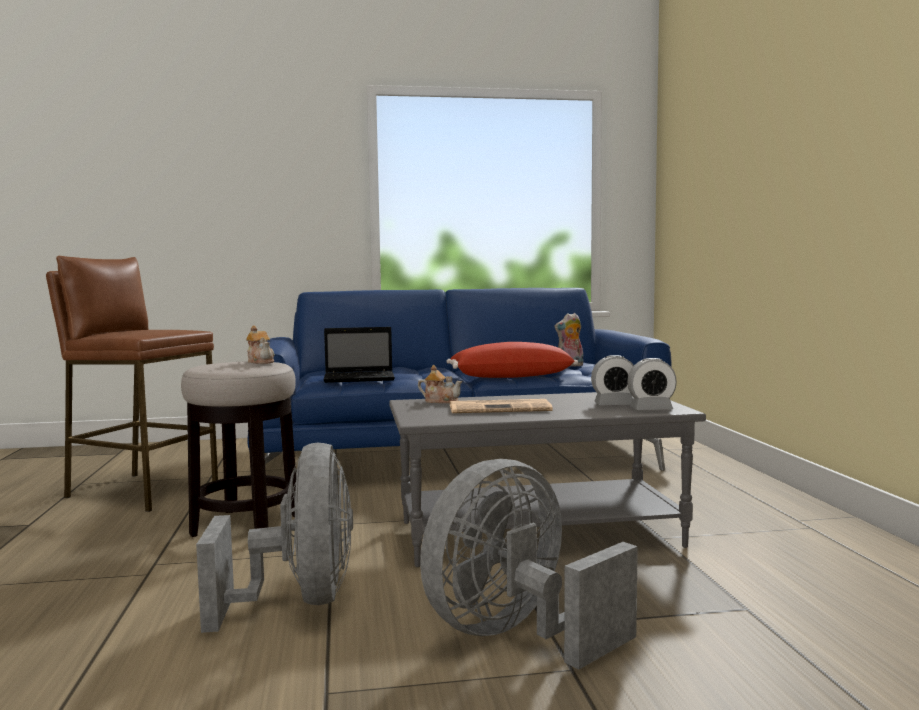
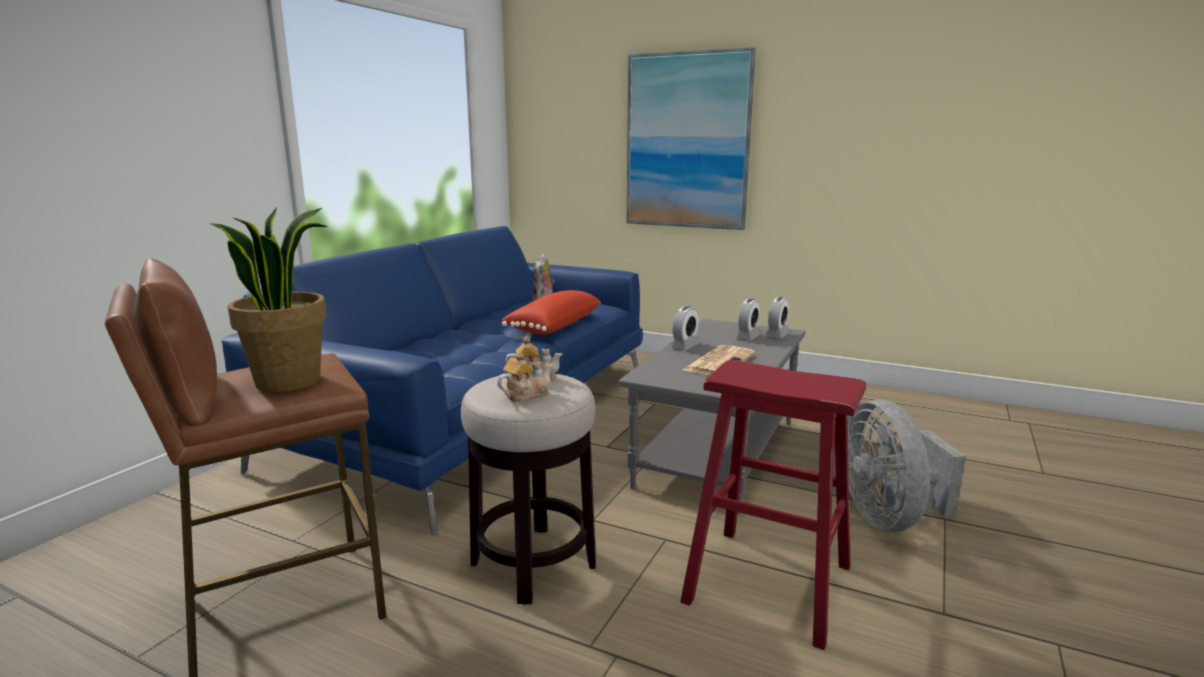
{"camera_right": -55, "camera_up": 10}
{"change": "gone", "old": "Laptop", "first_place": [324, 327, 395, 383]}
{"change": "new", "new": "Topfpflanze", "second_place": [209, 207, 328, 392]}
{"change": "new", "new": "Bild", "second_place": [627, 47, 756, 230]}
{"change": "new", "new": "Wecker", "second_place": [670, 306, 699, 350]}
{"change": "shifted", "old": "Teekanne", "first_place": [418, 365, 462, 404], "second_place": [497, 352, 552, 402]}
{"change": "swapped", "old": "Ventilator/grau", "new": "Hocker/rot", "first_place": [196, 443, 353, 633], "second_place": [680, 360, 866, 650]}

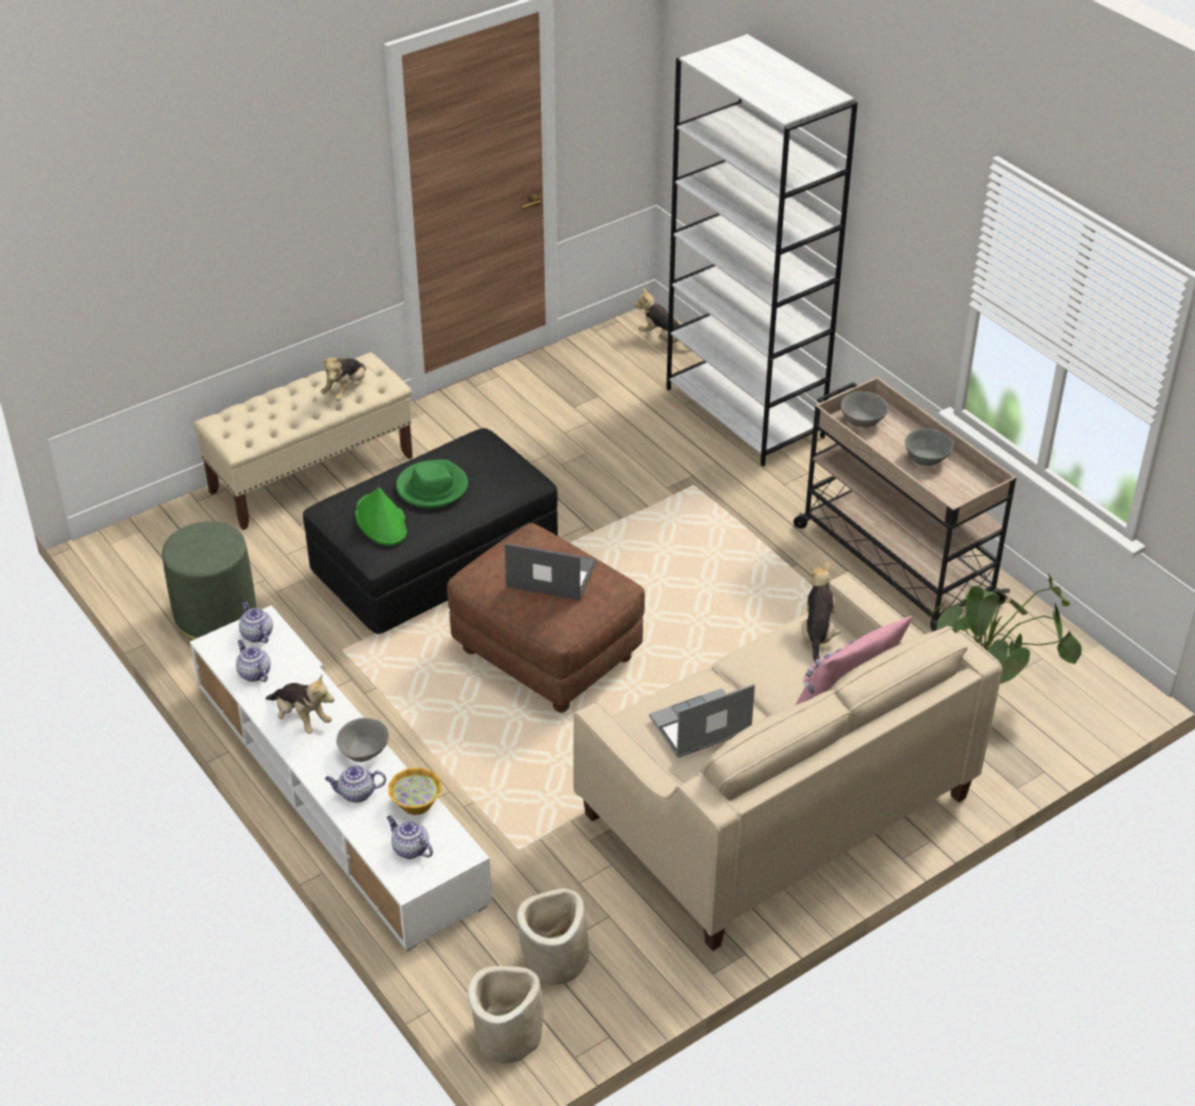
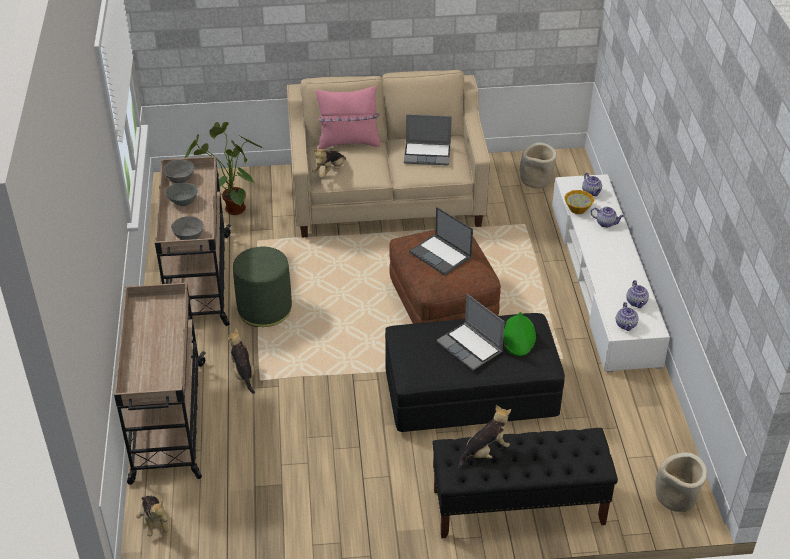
{"camera_right": -150, "camera_up": 0}
{"change": "shifted", "old": "Polsterhocker/grün", "first_place": [162, 521, 256, 640], "second_place": [233, 247, 292, 327]}
{"change": "shifted", "old": "Plüschtier", "first_place": [265, 675, 335, 734], "second_place": [228, 328, 258, 394]}
{"change": "shifted", "old": "Schüssel/grau", "first_place": [336, 718, 389, 762], "second_place": [163, 159, 195, 183]}
{"change": "shifted", "old": "Pflanzkübel/beige", "first_place": [468, 966, 544, 1063], "second_place": [655, 453, 707, 512]}
{"change": "swapped", "old": "Hut/grün", "new": "Laptop", "first_place": [396, 459, 468, 508], "second_place": [436, 294, 505, 370]}
{"change": "swapped", "old": "Bücherregal/weiß", "new": "Rollwagen/beige", "first_place": [666, 34, 858, 467], "second_place": [114, 283, 206, 485]}
{"change": "repainted", "old": "Bank/beige", "new": "Bank/schwarz", "first_place": [193, 352, 413, 530], "second_place": [432, 428, 618, 538]}

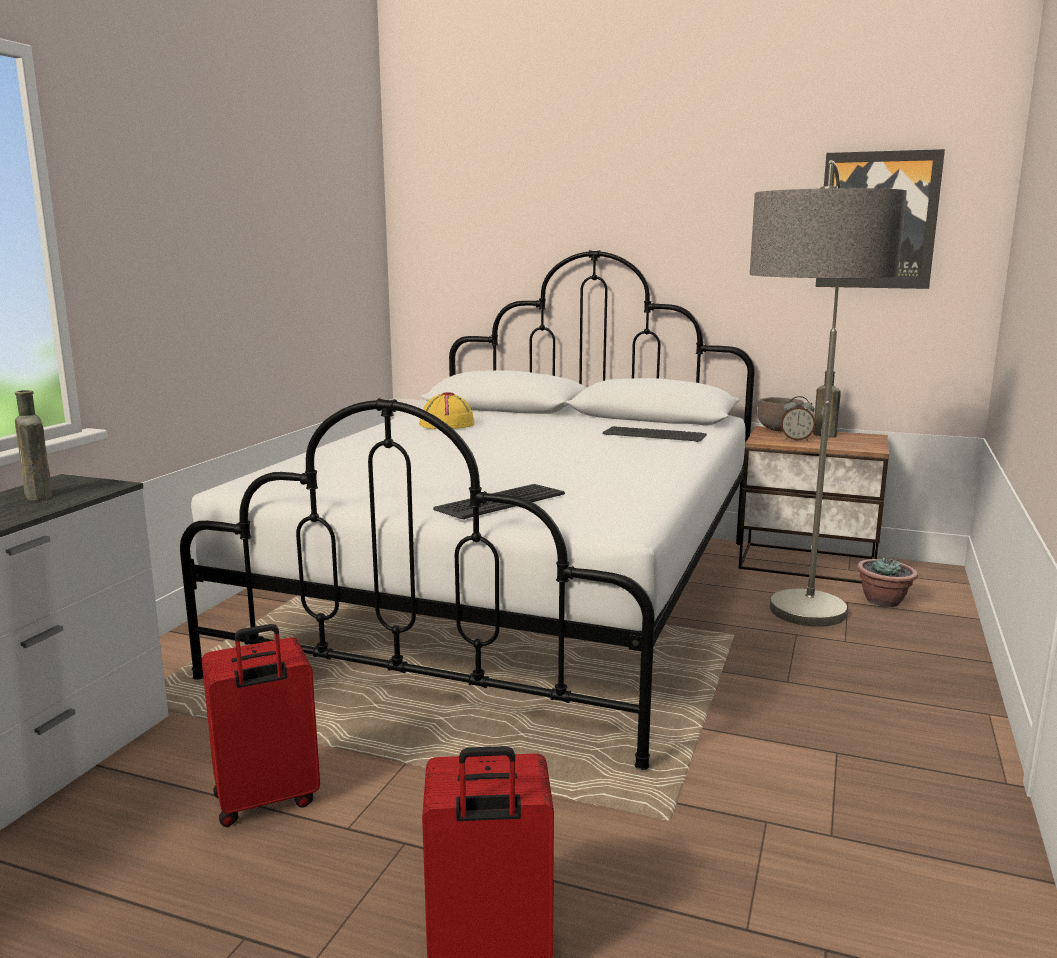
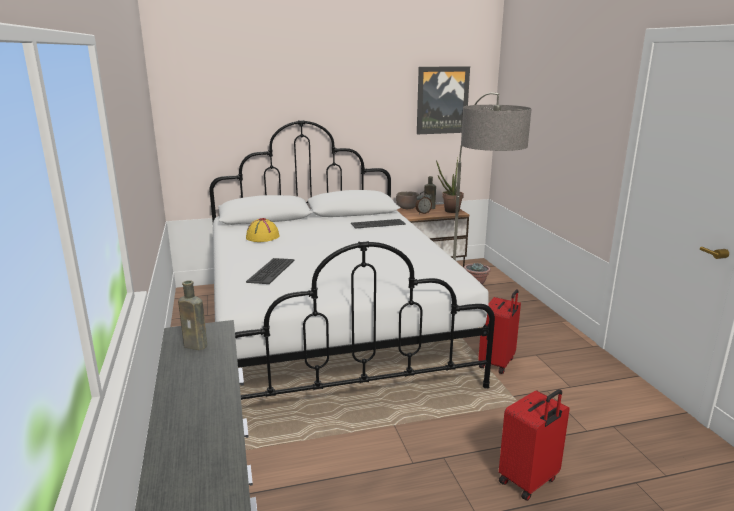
{"camera_right": -35, "camera_up": 5}
{"change": "new", "new": "Topfpflanze", "second_place": [436, 157, 464, 213]}
{"change": "shifted", "old": "Koffer/rot", "first_place": [202, 624, 320, 827], "second_place": [478, 289, 521, 374]}
{"change": "shifted", "old": "Tastatur", "first_place": [433, 484, 565, 520], "second_place": [246, 258, 295, 284]}

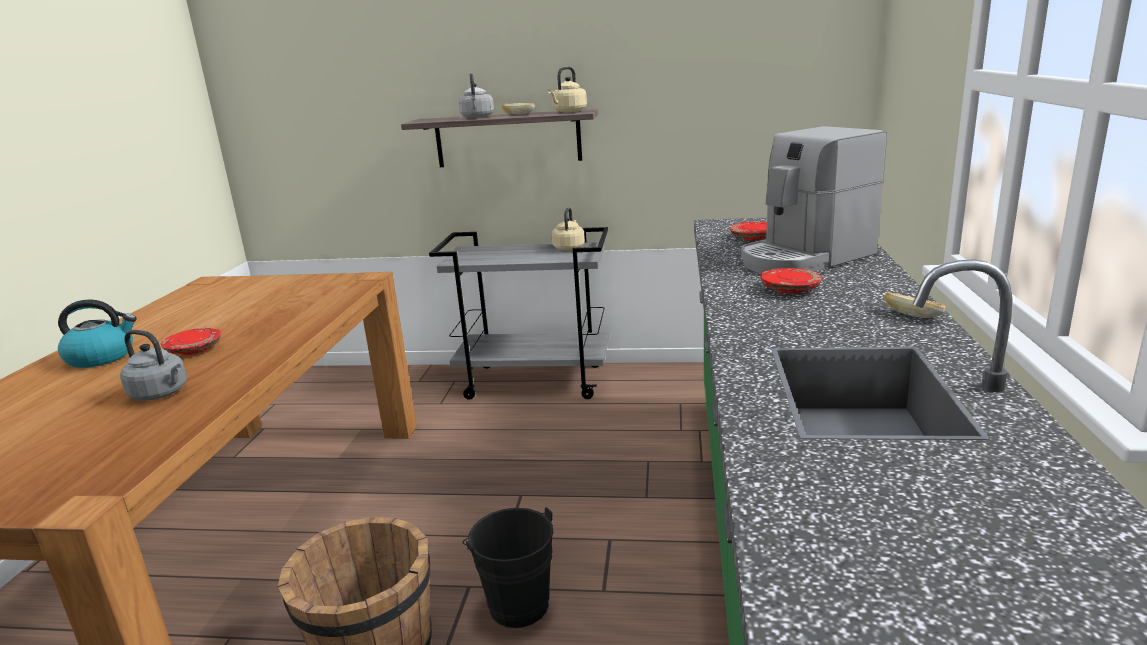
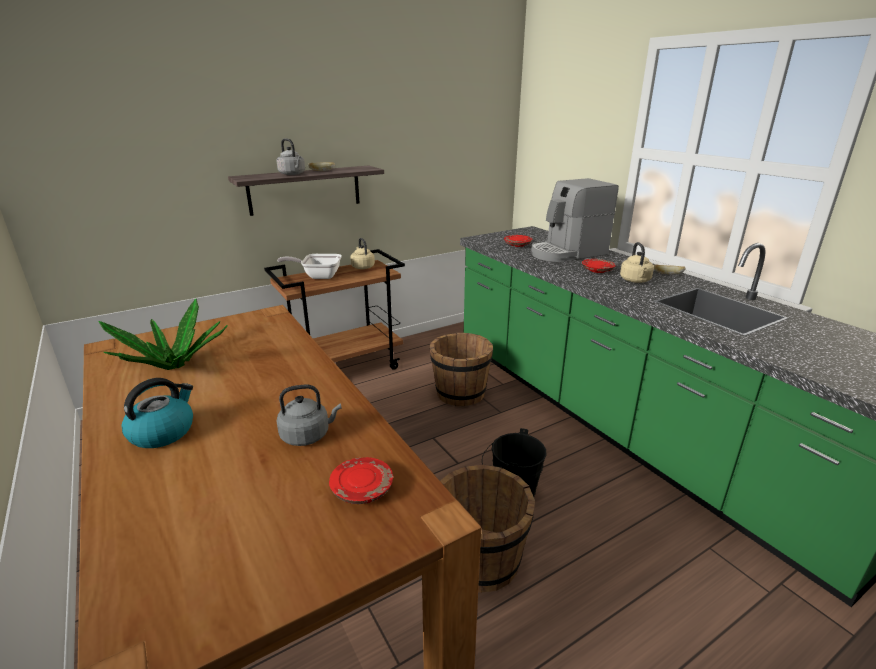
{"camera_right": -40, "camera_up": 5}
{"change": "new", "new": "Topfpflanze", "second_place": [98, 299, 227, 370]}
{"change": "new", "new": "Pfanne", "second_place": [277, 254, 342, 279]}
{"change": "new", "new": "Eimer/braun", "second_place": [429, 333, 493, 406]}
{"change": "shifted", "old": "Teller/rot", "first_place": [161, 328, 221, 355], "second_place": [329, 457, 393, 504]}
{"change": "shifted", "old": "Wasserkessel/beige", "first_place": [548, 66, 587, 113], "second_place": [620, 242, 654, 283]}
{"change": "repainted", "old": "Rollwagen/grau", "new": "Rollwagen/braun", "first_place": [429, 227, 609, 400], "second_place": [264, 249, 405, 370]}
{"change": "rotated", "old": "Kaffeemaschine", "first_place": [741, 126, 887, 273], "second_place": [531, 178, 619, 262], "degrees": 45}

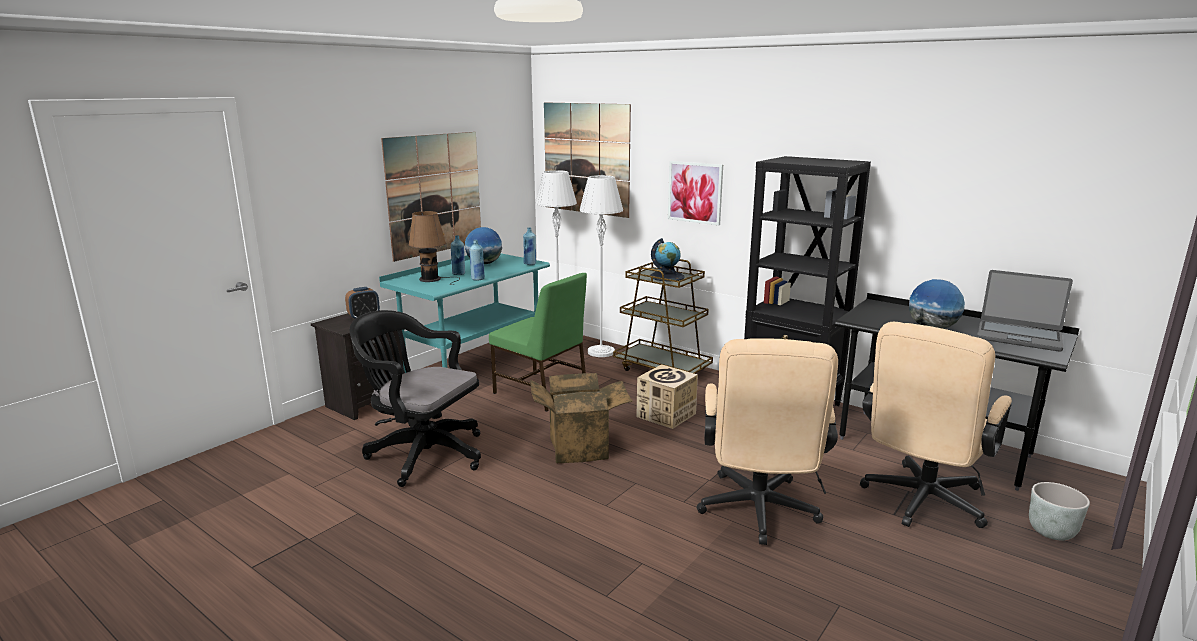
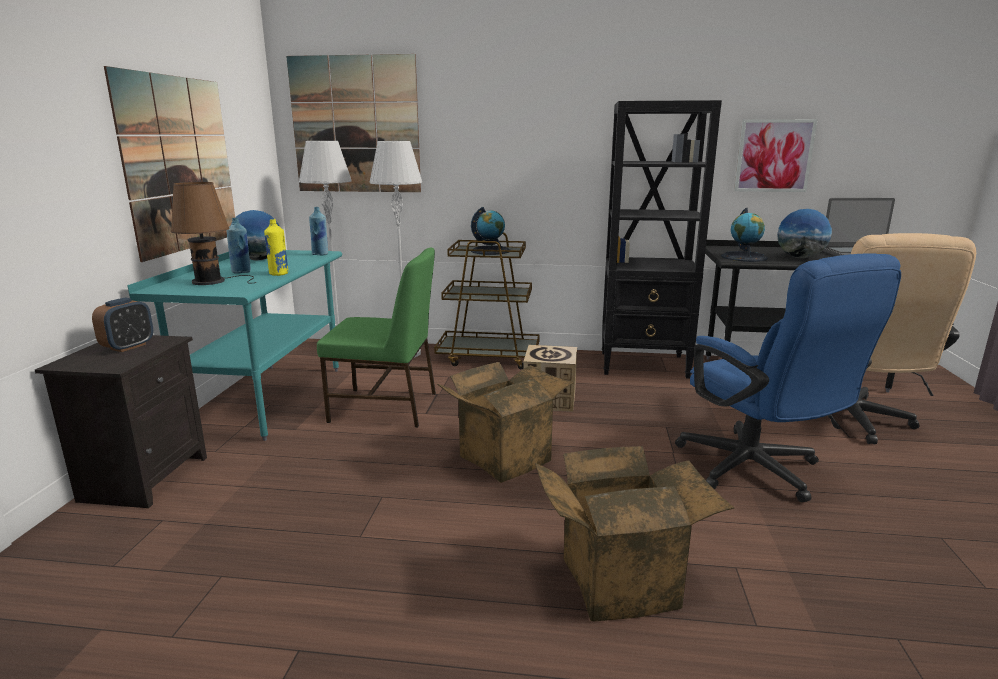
{"camera_right": -30, "camera_up": 0}
{"change": "gone", "old": "Bürostuhl/schwarz", "first_place": [350, 310, 481, 487]}
{"change": "gone", "old": "Pflanzkübel/grau", "first_place": [1029, 482, 1090, 540]}
{"change": "new", "new": "Karton", "second_place": [535, 446, 734, 622]}
{"change": "new", "new": "Globus", "second_place": [721, 208, 768, 262]}
{"change": "shifted", "old": "Bild", "first_place": [668, 161, 723, 226], "second_place": [734, 119, 817, 192]}
{"change": "repainted", "old": "Flasche/blau", "new": "Flasche/gelb", "first_place": [469, 240, 485, 281], "second_place": [264, 219, 288, 276]}
{"change": "repainted", "old": "Bürostuhl/beige", "new": "Bürostuhl/blau", "first_place": [697, 339, 838, 545], "second_place": [675, 254, 901, 502]}

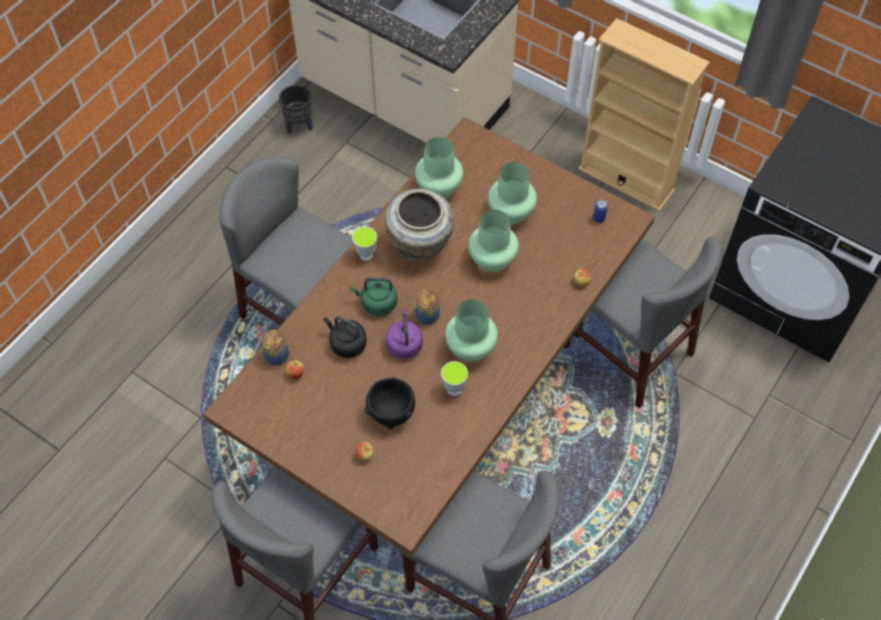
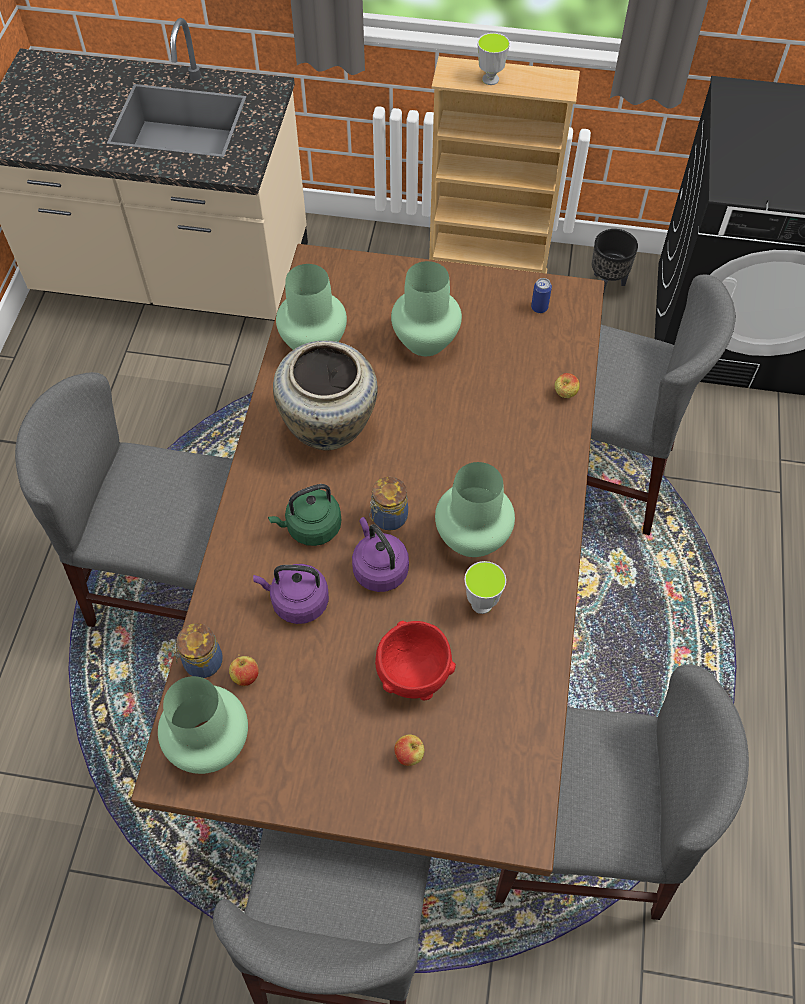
{"camera_right": -25, "camera_up": 0}
{"change": "shifted", "old": "Pflanzkübel/schwarz", "first_place": [279, 85, 313, 133], "second_place": [592, 229, 638, 295]}
{"change": "shifted", "old": "Tasse", "first_place": [352, 227, 377, 261], "second_place": [477, 33, 510, 85]}
{"change": "shifted", "old": "Vase/grün", "first_place": [468, 210, 519, 272], "second_place": [158, 676, 248, 774]}
{"change": "repainted", "old": "Wasserkessel/schwarz", "new": "Wasserkessel/lila", "first_place": [324, 316, 367, 358], "second_place": [253, 564, 329, 624]}
{"change": "repainted", "old": "Schüssel/schwarz", "new": "Schüssel/rot", "first_place": [365, 377, 415, 429], "second_place": [375, 621, 456, 700]}

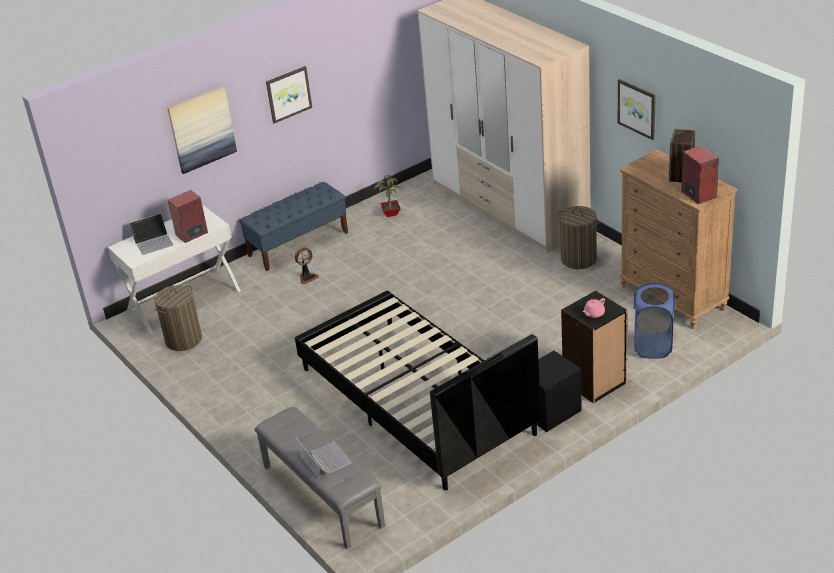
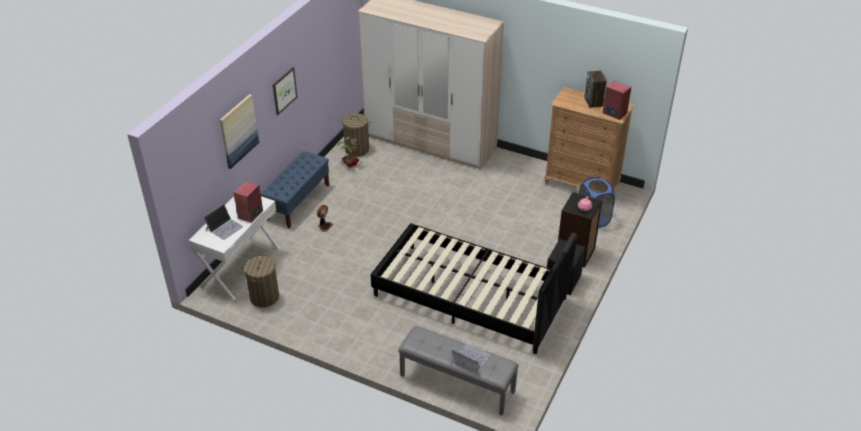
{"camera_right": -30, "camera_up": 5}
{"change": "gone", "old": "Bild", "first_place": [618, 79, 656, 140]}
{"change": "shifted", "old": "Wäschekorb", "first_place": [558, 206, 599, 269], "second_place": [340, 113, 371, 157]}

